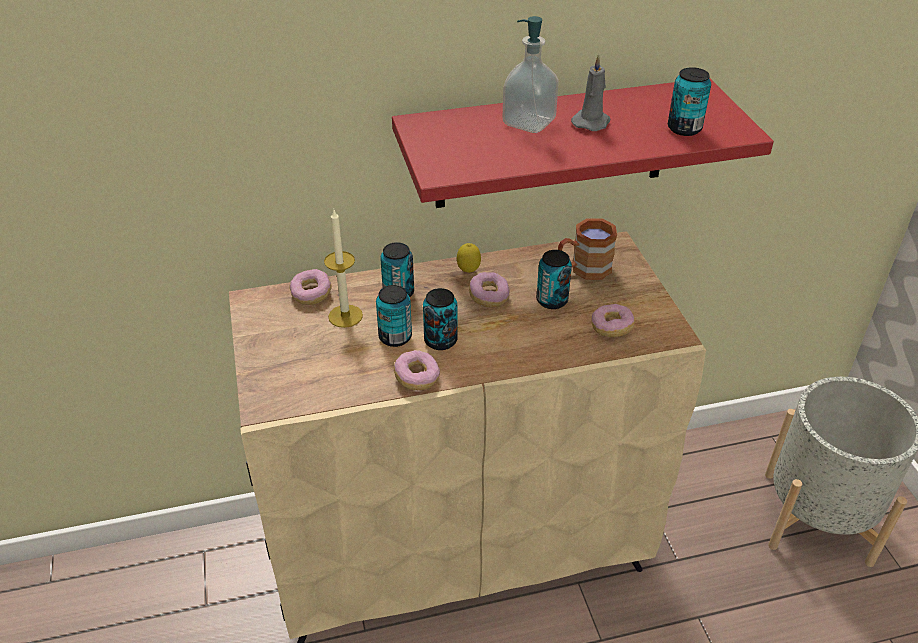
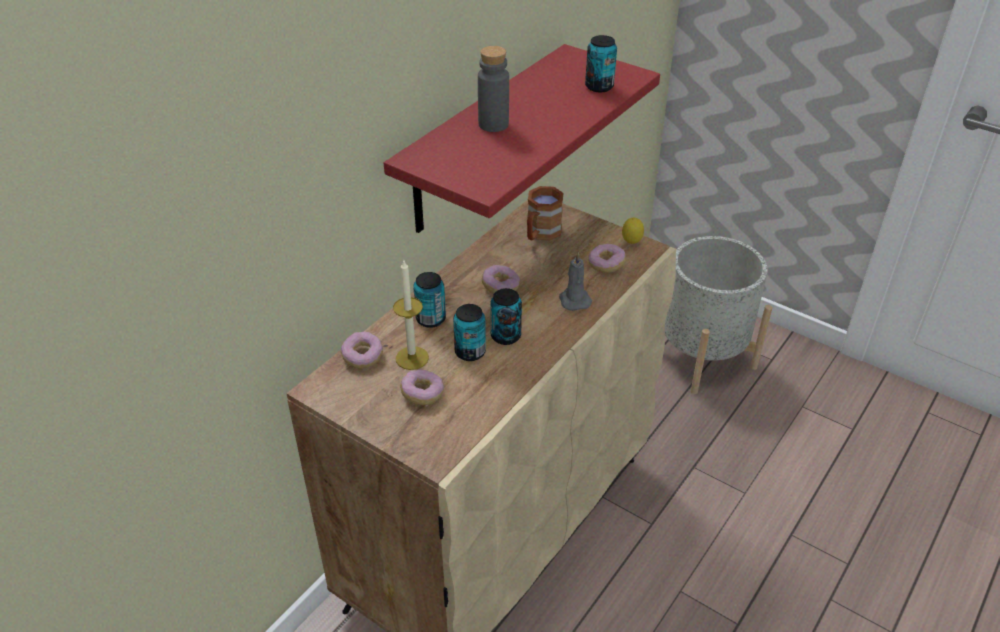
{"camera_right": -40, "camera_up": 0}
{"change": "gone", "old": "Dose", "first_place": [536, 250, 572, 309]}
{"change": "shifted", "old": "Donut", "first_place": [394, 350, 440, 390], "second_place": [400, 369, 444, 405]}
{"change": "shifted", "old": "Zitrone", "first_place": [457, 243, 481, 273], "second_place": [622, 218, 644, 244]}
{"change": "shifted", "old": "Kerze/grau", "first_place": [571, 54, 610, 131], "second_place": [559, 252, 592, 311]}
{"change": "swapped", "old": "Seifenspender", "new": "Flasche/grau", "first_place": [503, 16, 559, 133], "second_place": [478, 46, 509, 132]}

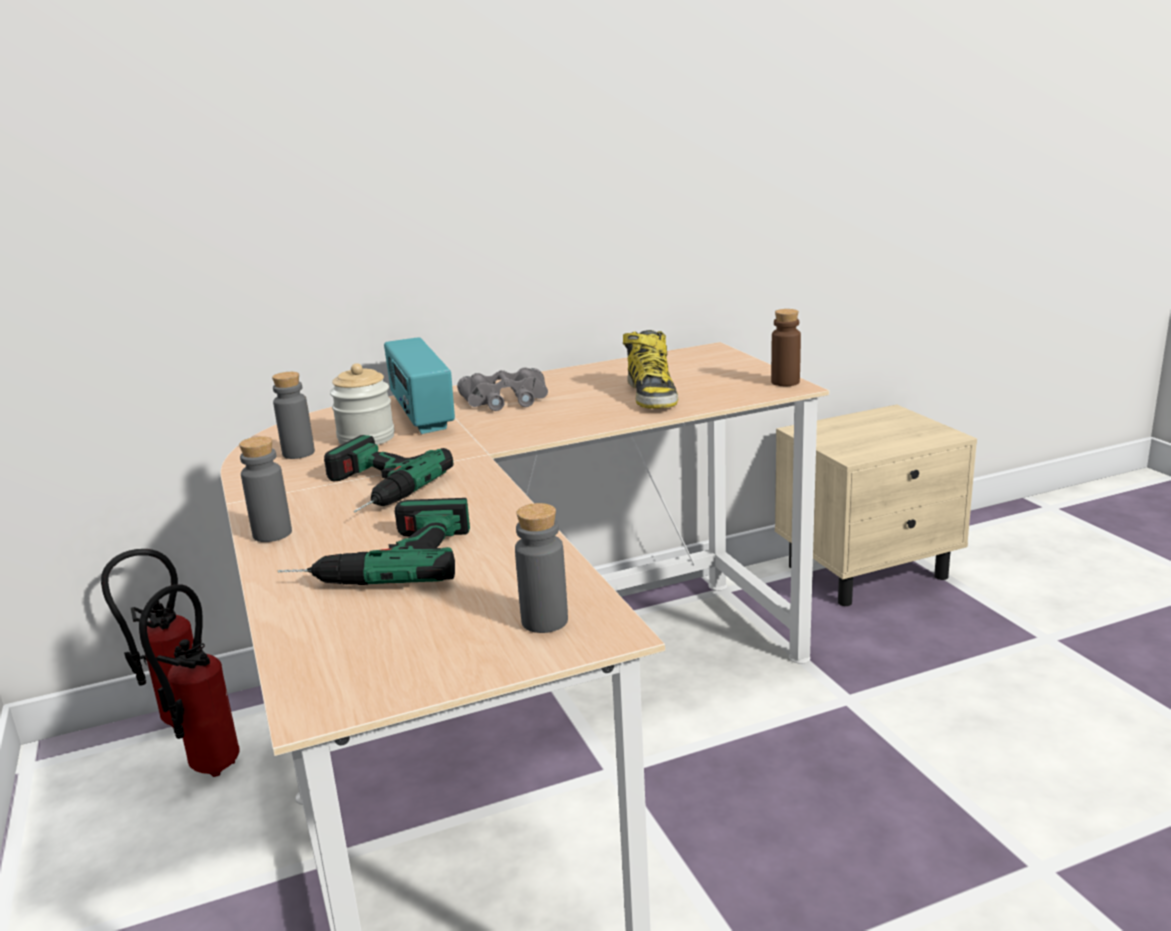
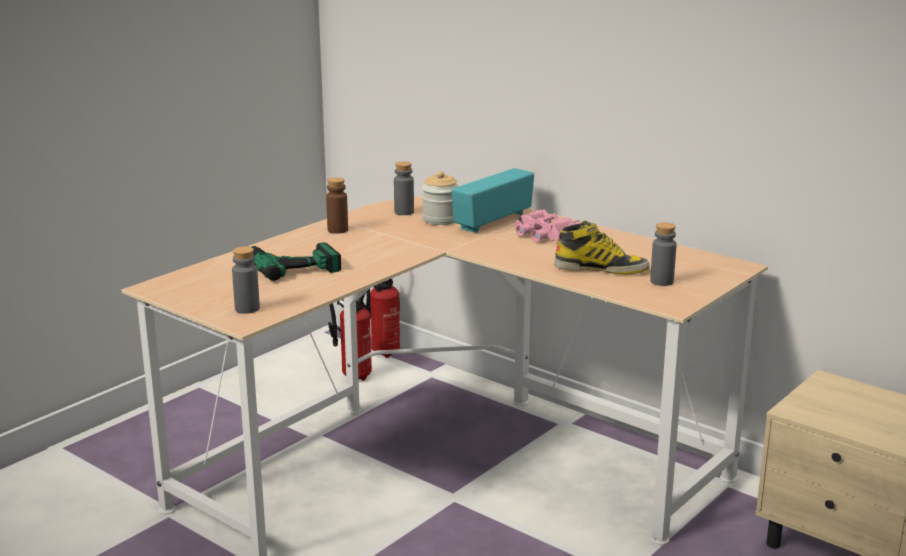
{"camera_right": 60, "camera_up": 0}
{"change": "gone", "old": "Bohrmaschine", "first_place": [324, 435, 453, 512]}
{"change": "shifted", "old": "Flasche/grau", "first_place": [239, 436, 292, 542], "second_place": [650, 222, 677, 286]}
{"change": "shifted", "old": "Flasche/braun", "first_place": [771, 309, 801, 386], "second_place": [326, 177, 348, 234]}
{"change": "repainted", "old": "Fernglas/grau", "new": "Fernglas/rosa", "first_place": [457, 367, 548, 411], "second_place": [516, 209, 581, 242]}
{"change": "rotated", "old": "Stiefel", "first_place": [623, 330, 678, 409], "second_place": [554, 220, 650, 275], "degrees": -135}

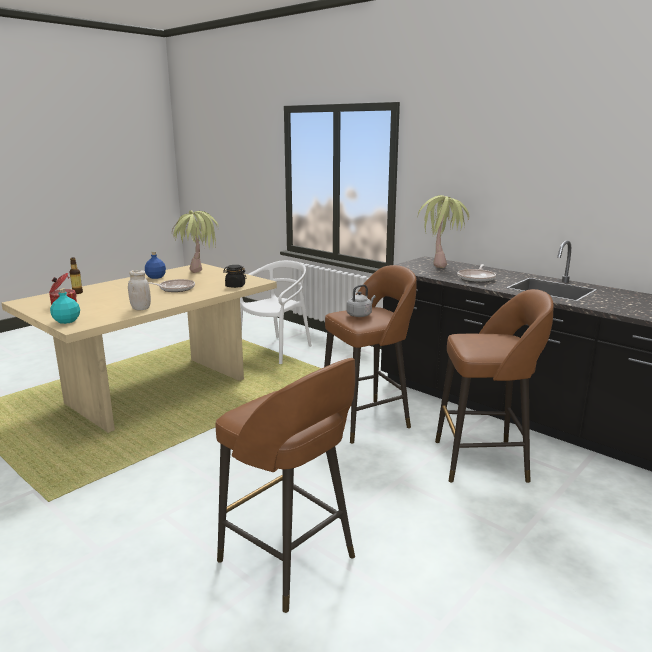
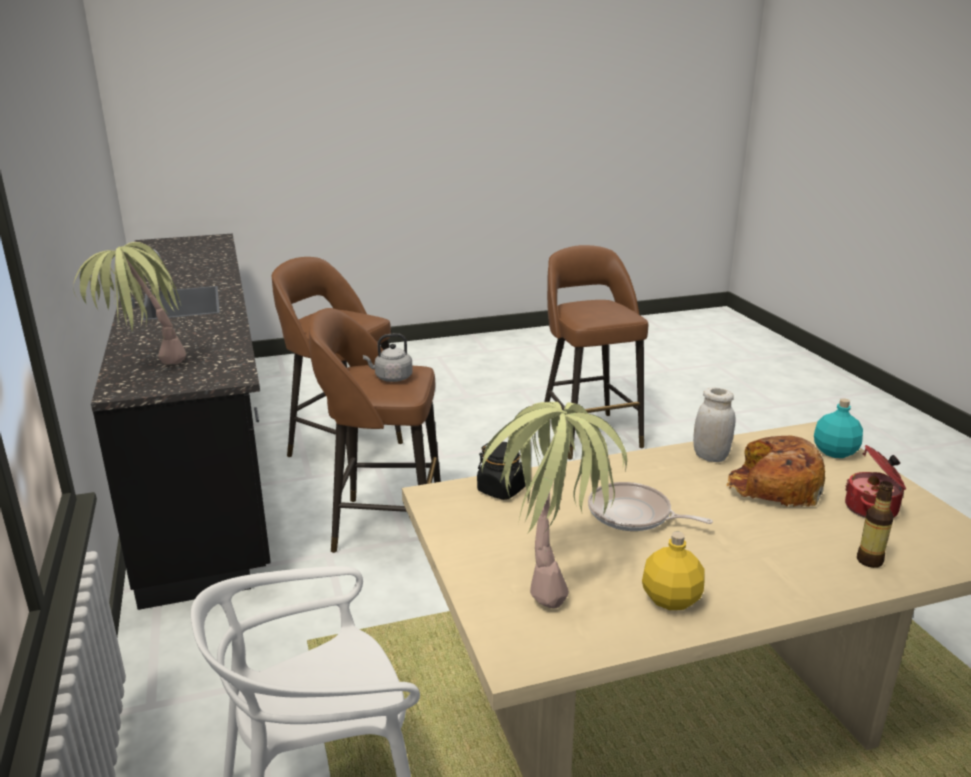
{"camera_right": -150, "camera_up": 5}
{"change": "gone", "old": "Pfanne", "first_place": [457, 264, 496, 282]}
{"change": "new", "new": "Brot", "second_place": [726, 435, 825, 507]}
{"change": "repainted", "old": "Flasche/blau", "new": "Flasche/gelb", "first_place": [145, 251, 166, 279], "second_place": [642, 532, 705, 610]}

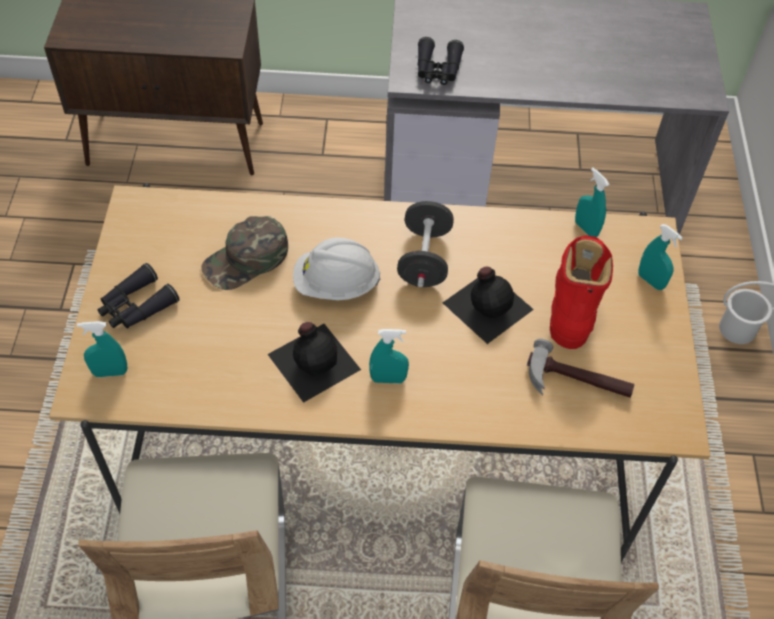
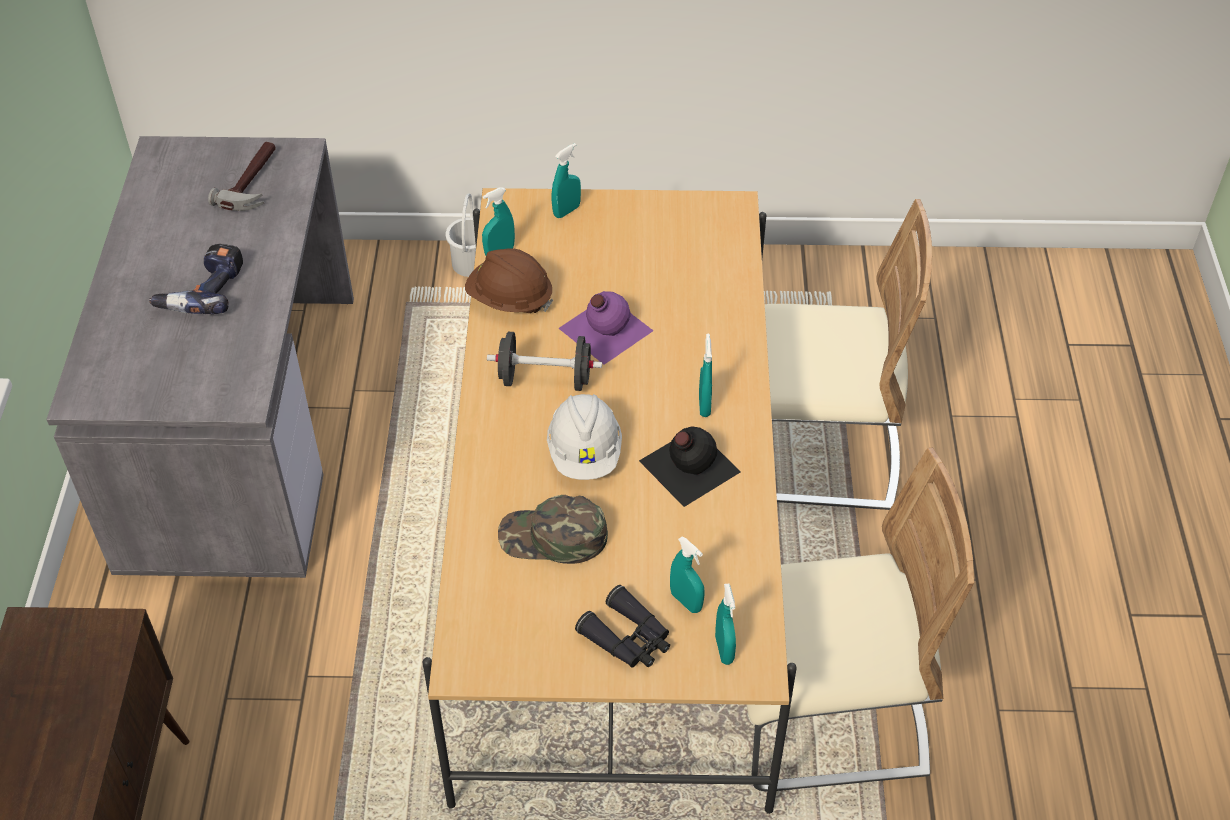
{"camera_right": -90, "camera_up": -5}
{"change": "gone", "old": "Fernglas/schwarz", "first_place": [418, 37, 464, 85]}
{"change": "gone", "old": "Stiefel/rot", "first_place": [550, 235, 613, 349]}
{"change": "new", "new": "Bohrmaschine", "second_place": [149, 244, 243, 314]}
{"change": "new", "new": "Schutzhelm/braun", "second_place": [465, 248, 553, 313]}
{"change": "new", "new": "Sprühflasche/türkis", "second_place": [670, 536, 705, 613]}
{"change": "shifted", "old": "Hammer", "first_place": [527, 339, 635, 398], "second_place": [208, 142, 276, 211]}
{"change": "repainted", "old": "Flasche/schwarz", "new": "Flasche/lila", "first_place": [443, 267, 534, 344], "second_place": [558, 291, 653, 365]}
{"change": "rotated", "old": "Kappe/grün", "first_place": [201, 216, 288, 290], "second_place": [498, 495, 608, 564], "degrees": 135}

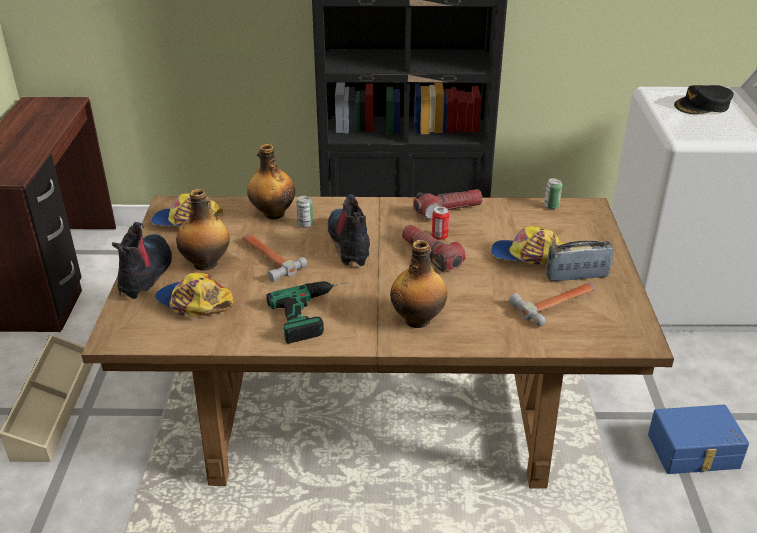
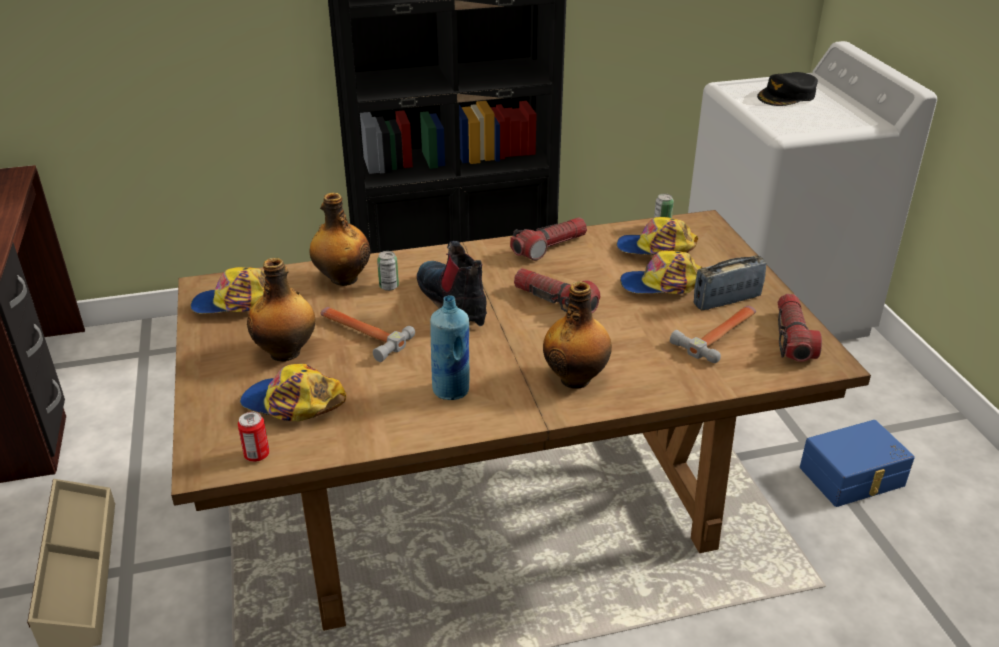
{"camera_right": -15, "camera_up": 0}
{"change": "gone", "old": "Stiefel", "first_place": [112, 222, 172, 299]}
{"change": "new", "new": "Kappe", "second_place": [617, 217, 698, 255]}
{"change": "new", "new": "Taschenlampe", "second_place": [778, 294, 822, 362]}
{"change": "shifted", "old": "Dose", "first_place": [432, 207, 449, 240], "second_place": [238, 412, 269, 462]}
{"change": "swapped", "old": "Bohrmaschine", "new": "Flasche/blau", "first_place": [266, 281, 347, 344], "second_place": [430, 295, 470, 400]}

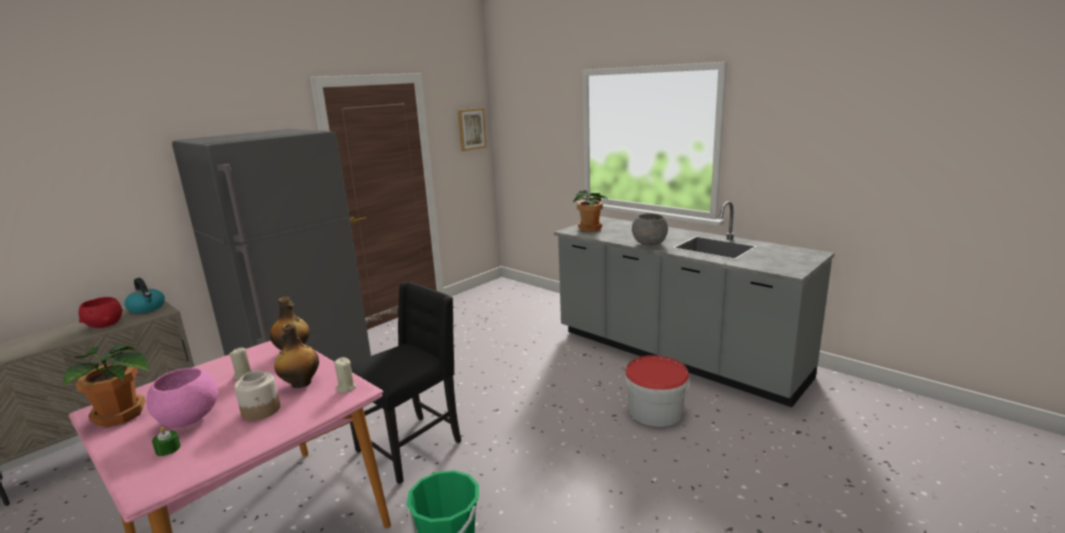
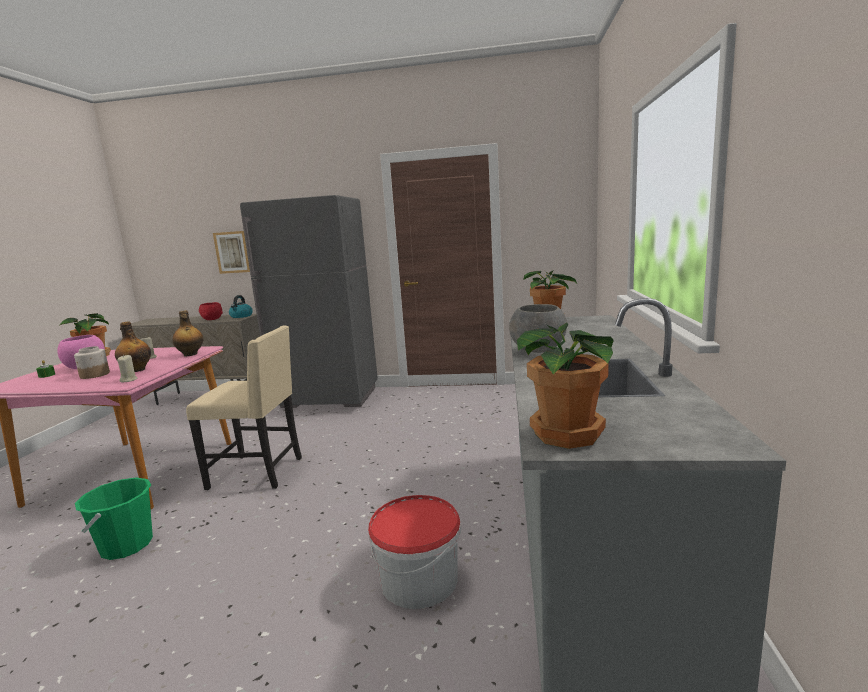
{"camera_right": 55, "camera_up": -5}
{"change": "new", "new": "Topfpflanze", "second_place": [517, 323, 614, 449]}
{"change": "shifted", "old": "Bild", "first_place": [458, 108, 487, 151], "second_place": [213, 231, 250, 274]}
{"change": "repainted", "old": "Stuhl/schwarz", "new": "Stuhl/beige", "first_place": [350, 282, 461, 484], "second_place": [186, 325, 302, 490]}

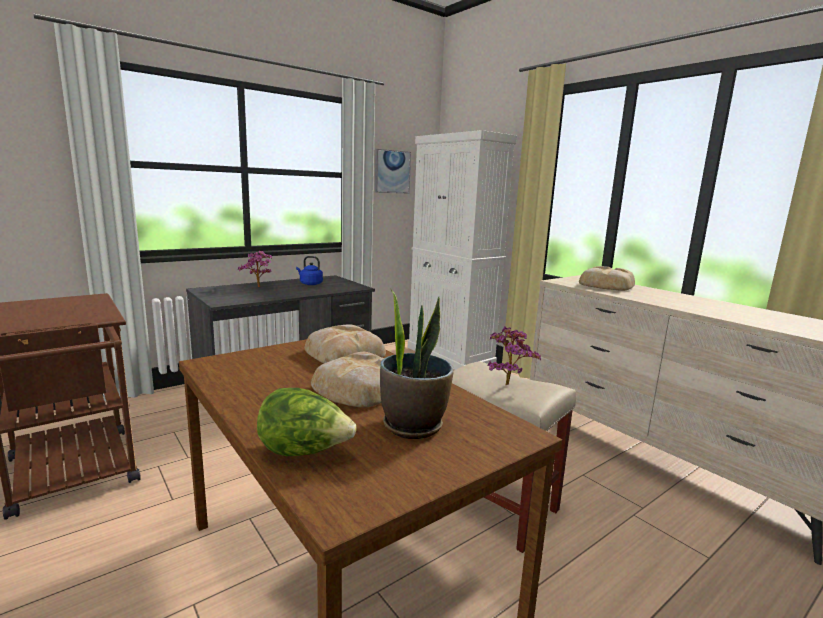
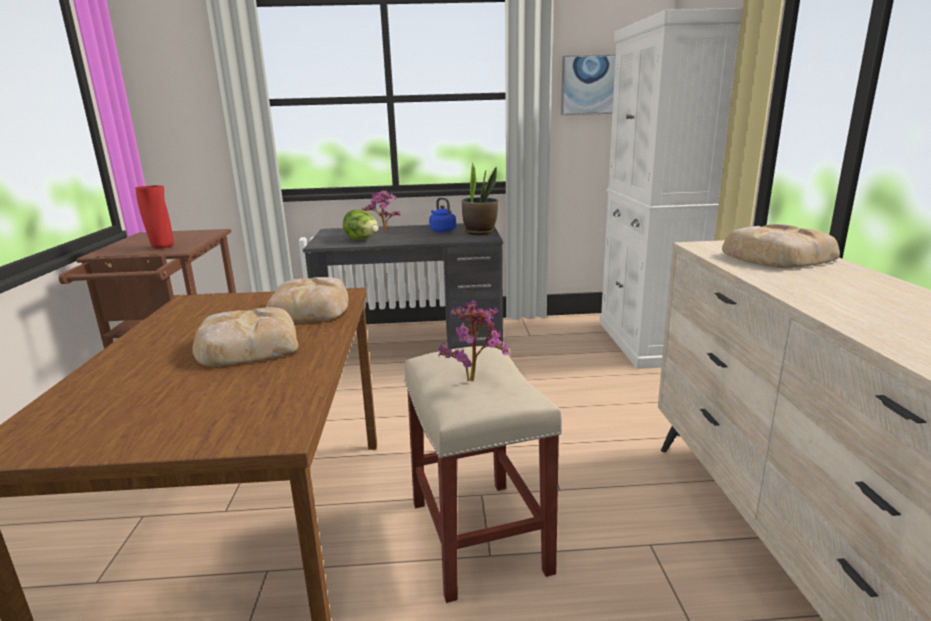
{"camera_right": 35, "camera_up": 5}
{"change": "new", "new": "Vase/rot", "second_place": [135, 185, 174, 249]}
{"change": "shifted", "old": "Salatkopf", "first_place": [257, 388, 356, 456], "second_place": [343, 210, 379, 240]}
{"change": "shifted", "old": "Topfpflanze", "first_place": [380, 290, 454, 439], "second_place": [462, 162, 498, 235]}

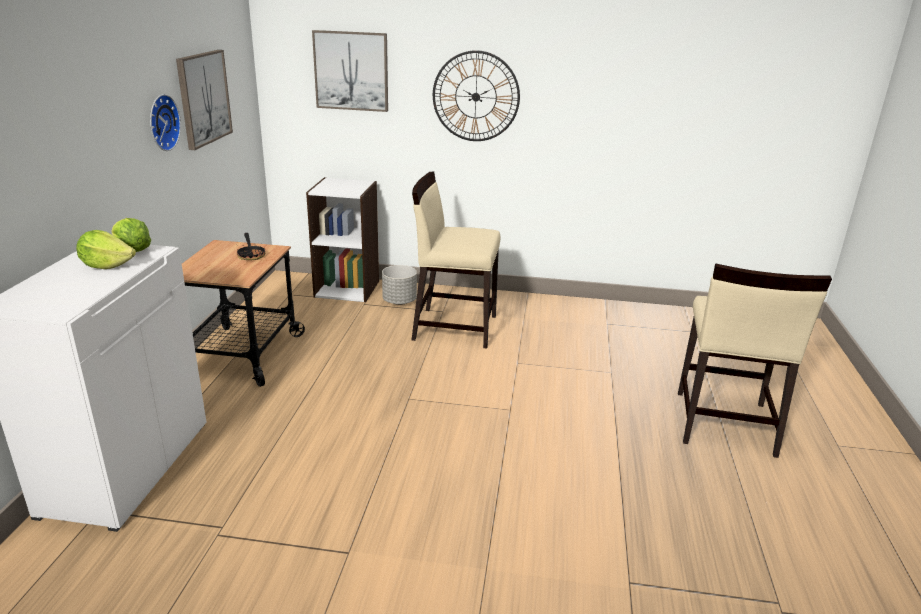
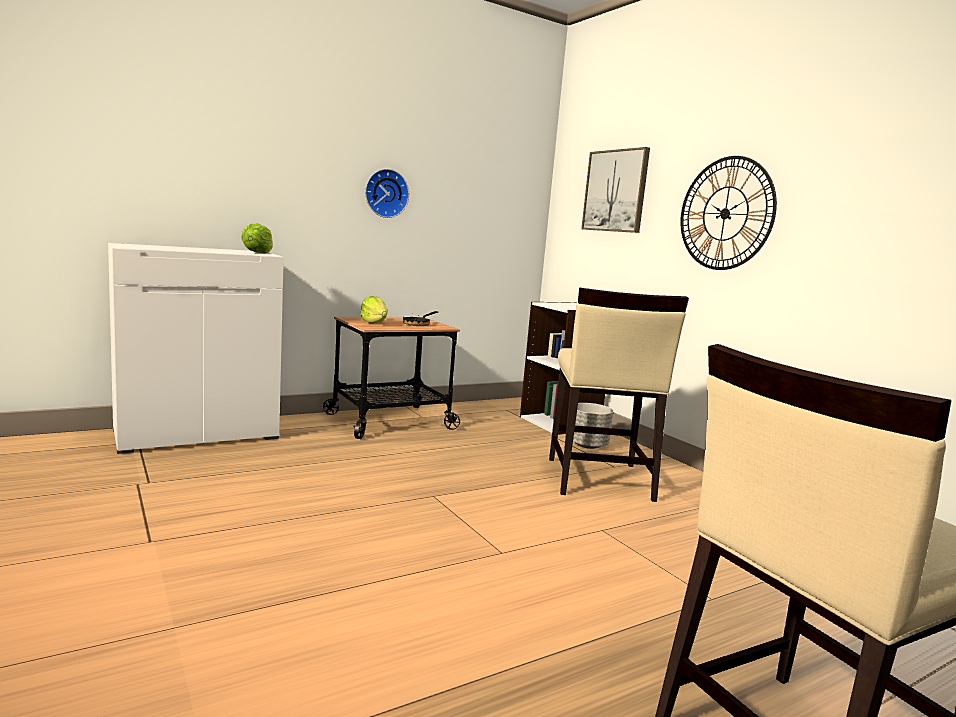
{"camera_right": 50, "camera_up": -15}
{"change": "gone", "old": "Bild", "first_place": [176, 50, 233, 150]}
{"change": "shifted", "old": "Salatkopf", "first_place": [76, 230, 136, 269], "second_place": [360, 296, 388, 323]}
{"change": "rotated", "old": "Stuhl/beige", "first_place": [412, 171, 501, 348], "second_place": [549, 287, 689, 502], "degrees": -150}

